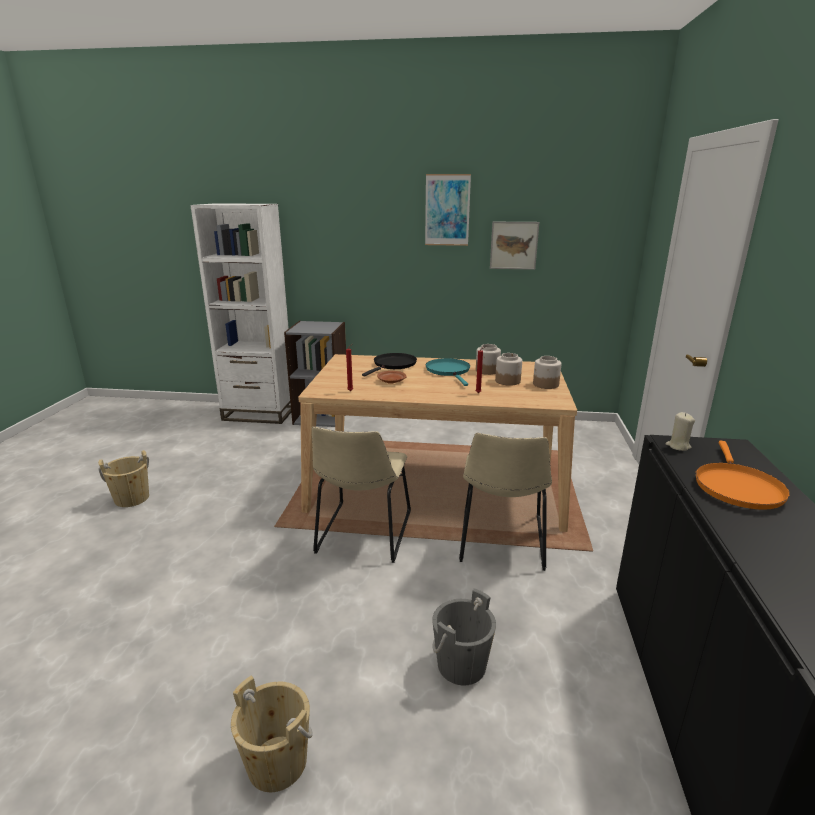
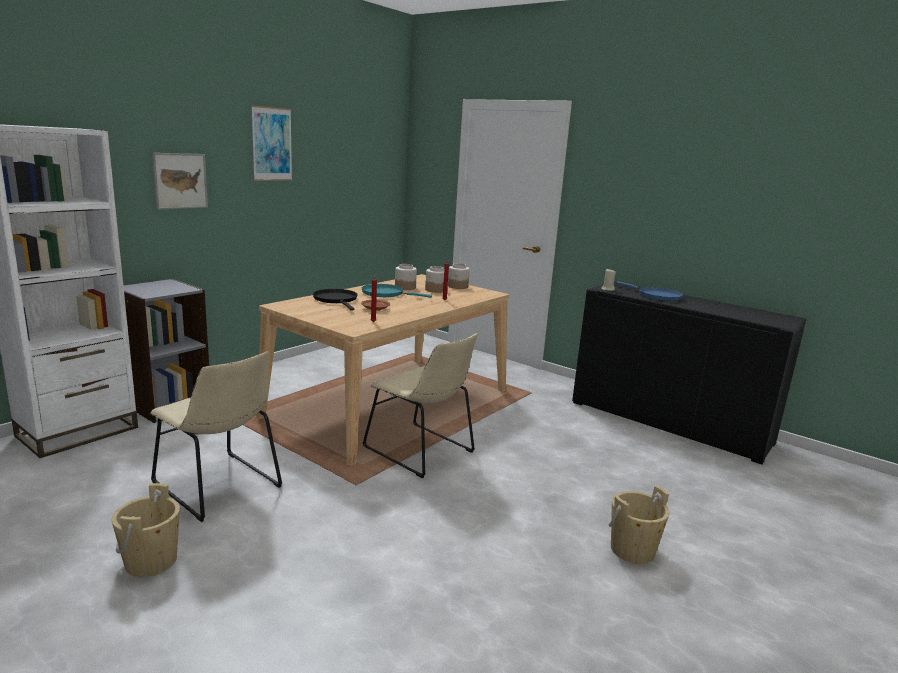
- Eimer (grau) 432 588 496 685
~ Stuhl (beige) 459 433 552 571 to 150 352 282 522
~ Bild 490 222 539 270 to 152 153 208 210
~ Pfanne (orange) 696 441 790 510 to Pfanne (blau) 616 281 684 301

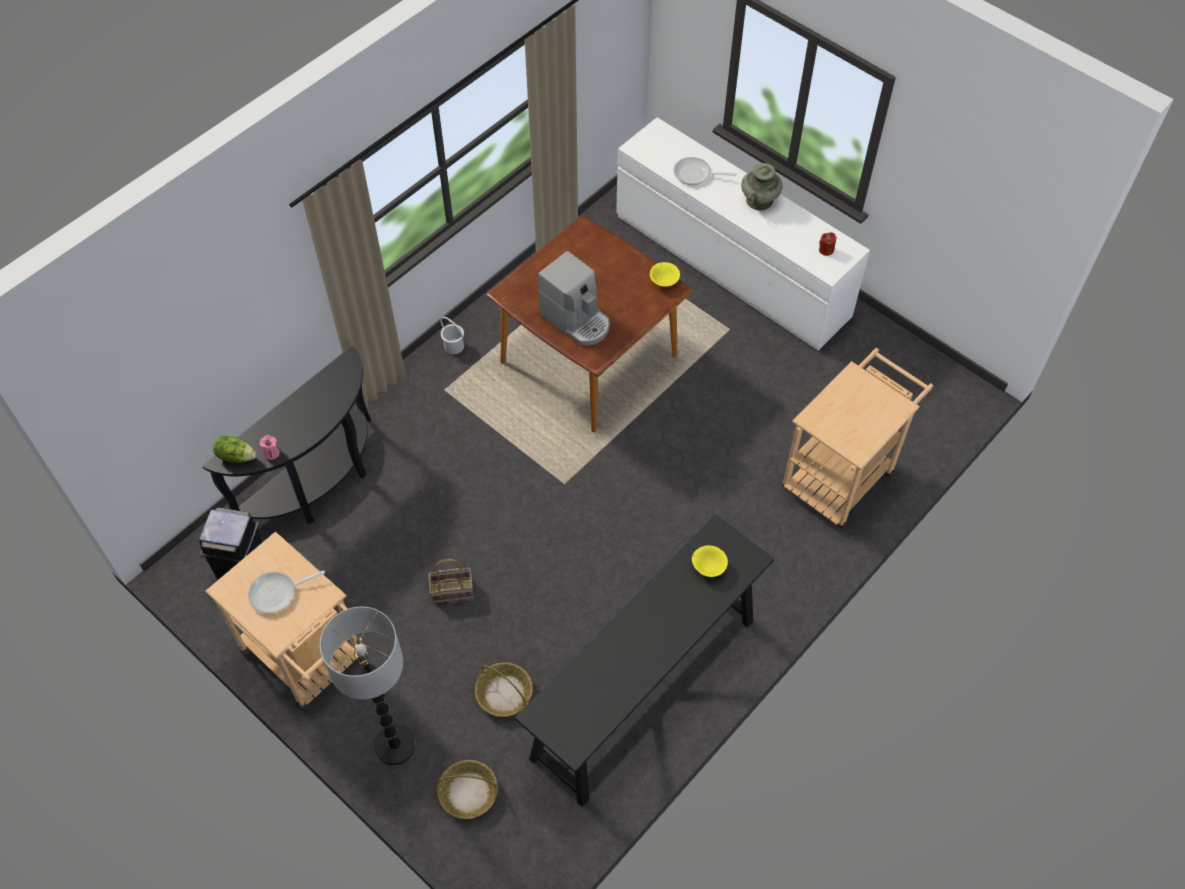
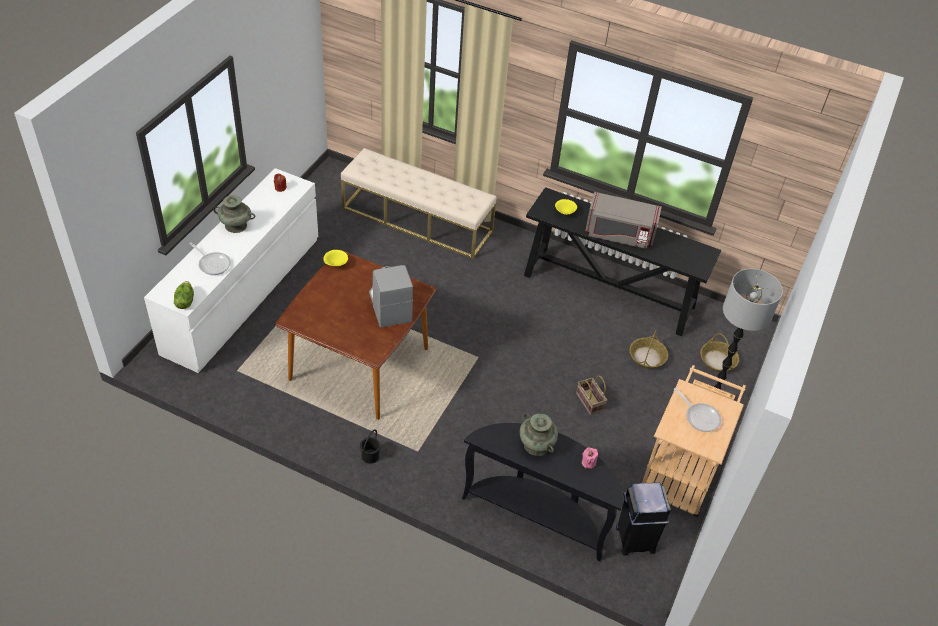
+ Vase (türkis) 520 413 558 456
+ Mikrowelle (grau) 585 192 662 249
~ Salatkopf 213 436 256 463 to 174 281 194 309
~ Rollwagen (beige) 782 348 933 529 to Bank (beige) 341 148 497 259
~ Eimer (weiß) 440 317 464 354 to Eimer (schwarz) 360 429 381 464
~ Kaffeemaschine 538 251 610 345 = 369 265 413 328 45 degrees counterclockwise
~ Pfanne 674 157 737 185 = 189 242 231 275 45 degrees counterclockwise

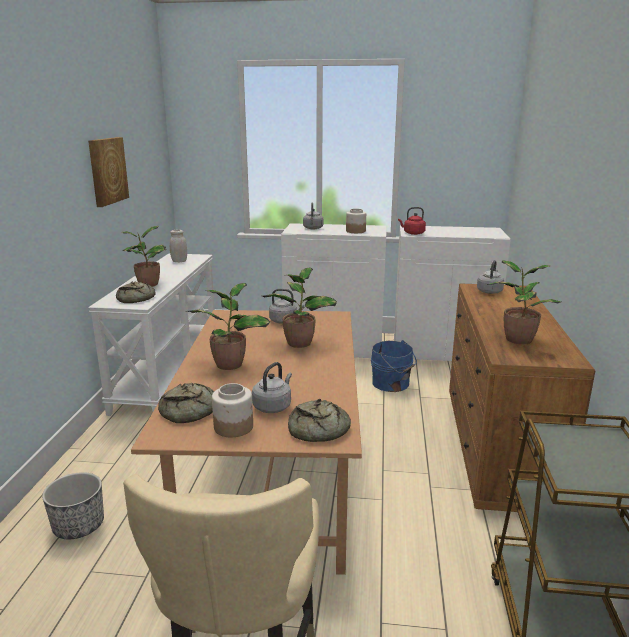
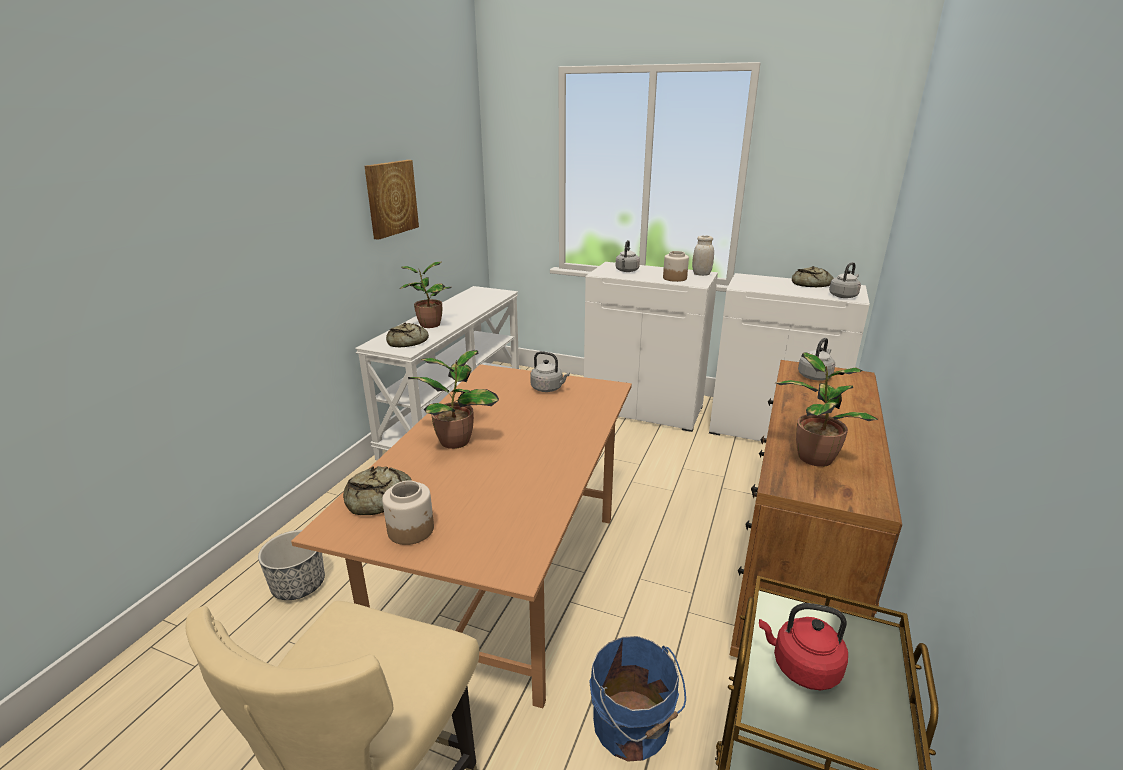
- Topfpflanze 263 268 337 348
~ Vorratsglas (weiß) 170 230 187 262 to 692 236 714 276
~ Wasserkessel (grau) 252 362 292 413 to 829 262 861 298
~ Brot 288 399 351 442 to 792 266 834 287
~ Eimer (blau) 371 340 417 392 to 589 636 686 762
~ Wasserkessel (rot) 398 207 426 235 to 759 603 848 690

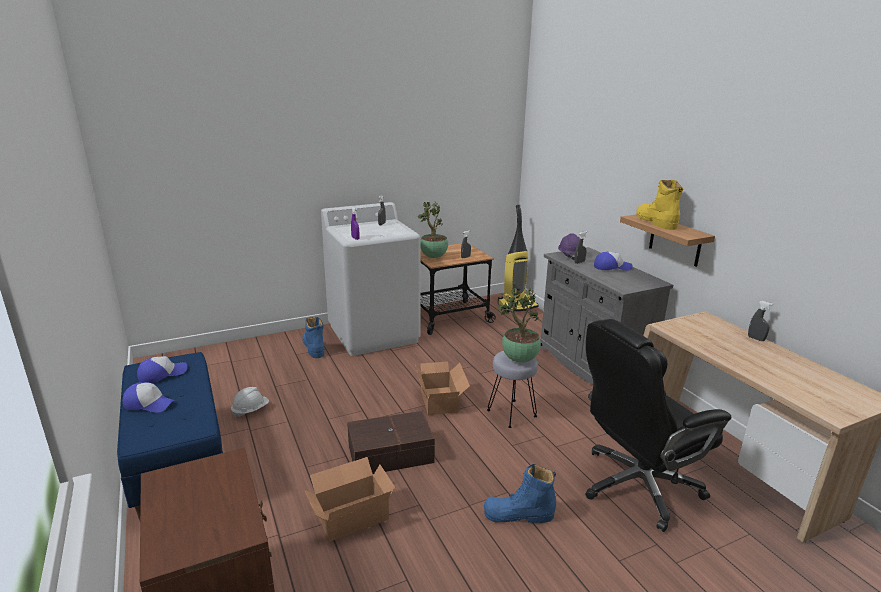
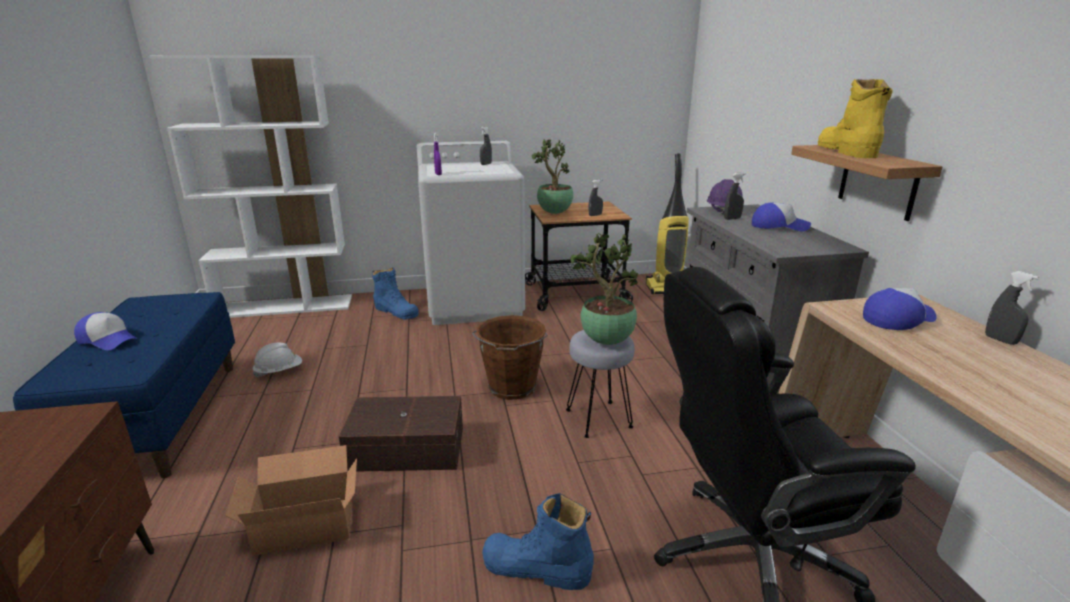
+ Bücherregal (weiß) 149 55 352 318
~ Kappe 137 356 187 383 to 863 288 937 330
~ Karton 415 361 470 415 to Eimer (braun) 472 315 548 400
~ Stiefel (blau) 303 317 325 358 = 372 267 419 320 135 degrees clockwise

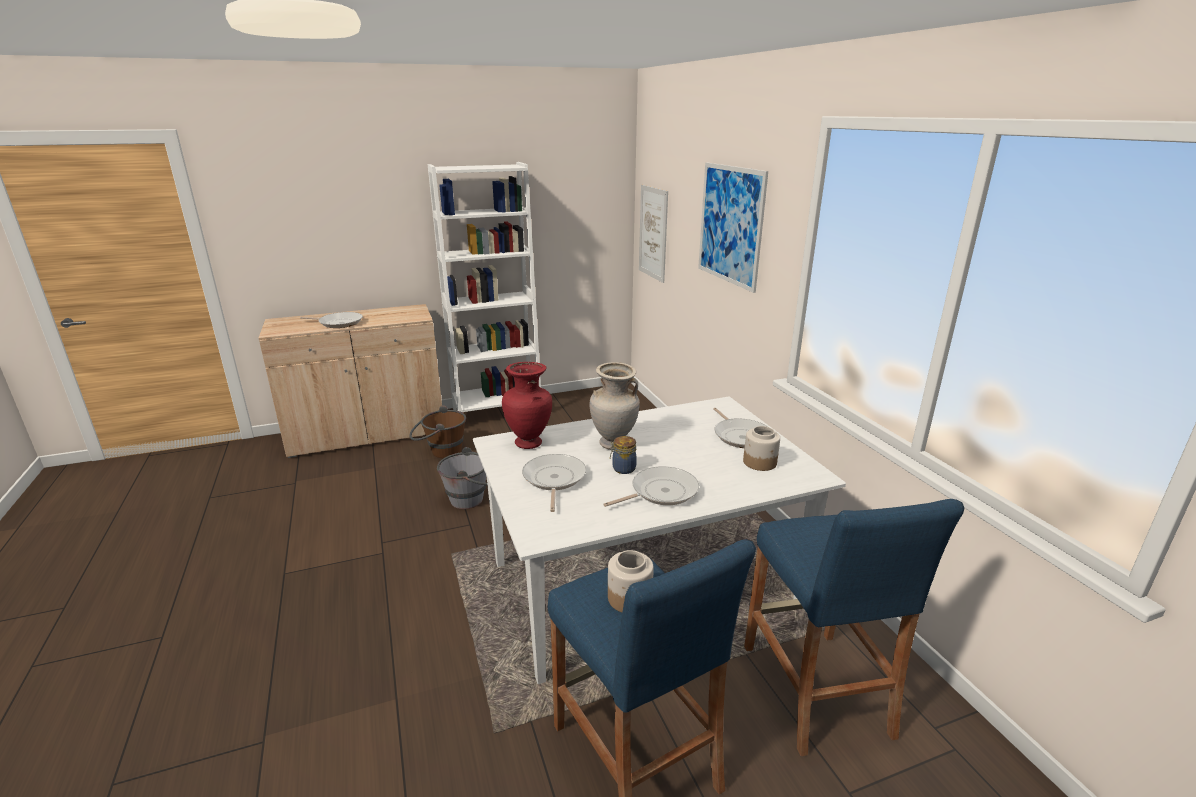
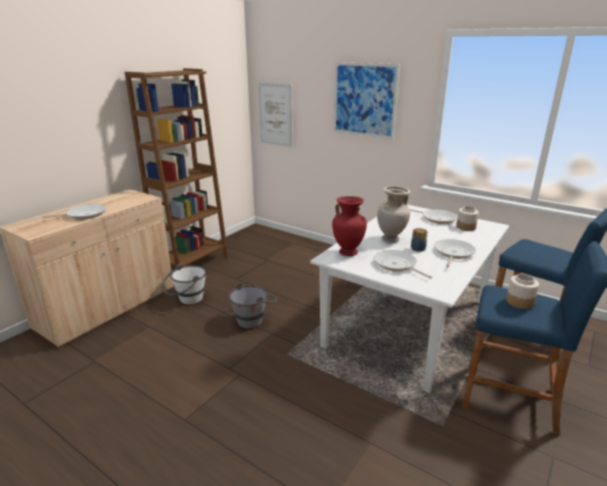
~ Eimer (braun) 409 405 466 458 to Eimer (weiß) 162 264 207 304
~ Bücherregal (weiß) 428 162 541 412 to Bücherregal (braun) 125 68 228 269

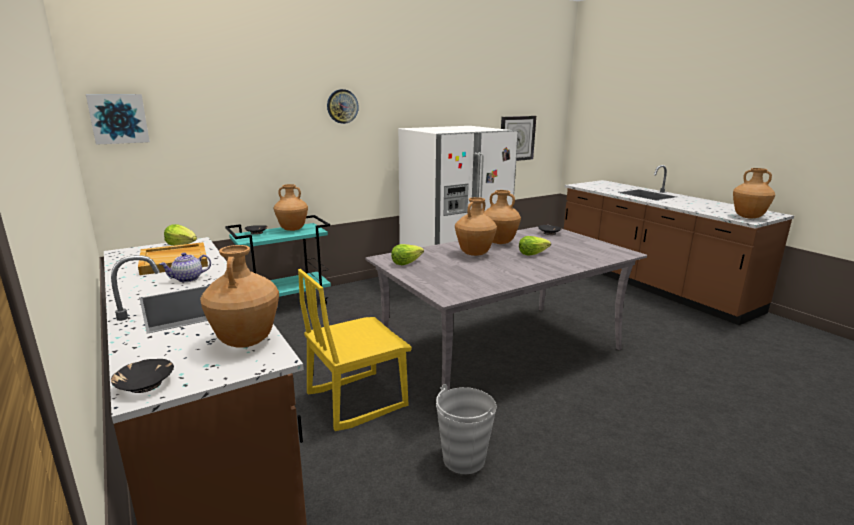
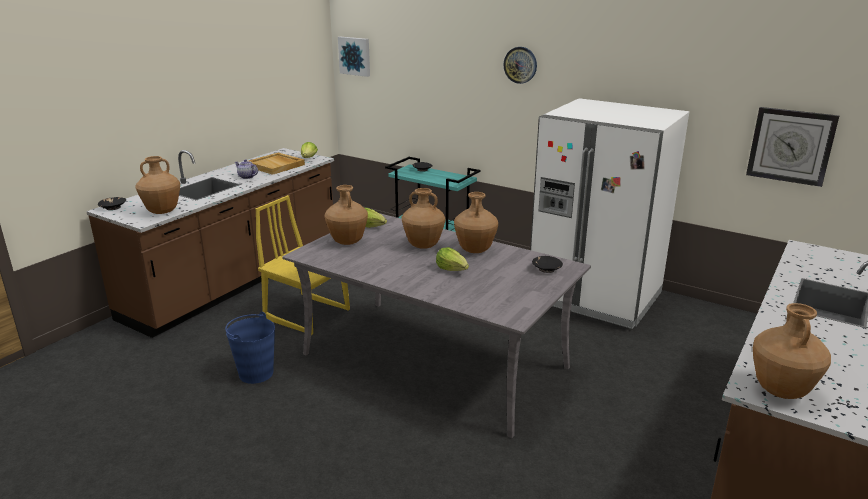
~ Vase (braun) 273 184 308 231 to 324 185 368 245
~ Eimer (grau) 436 384 496 474 to Eimer (blau) 225 312 275 384

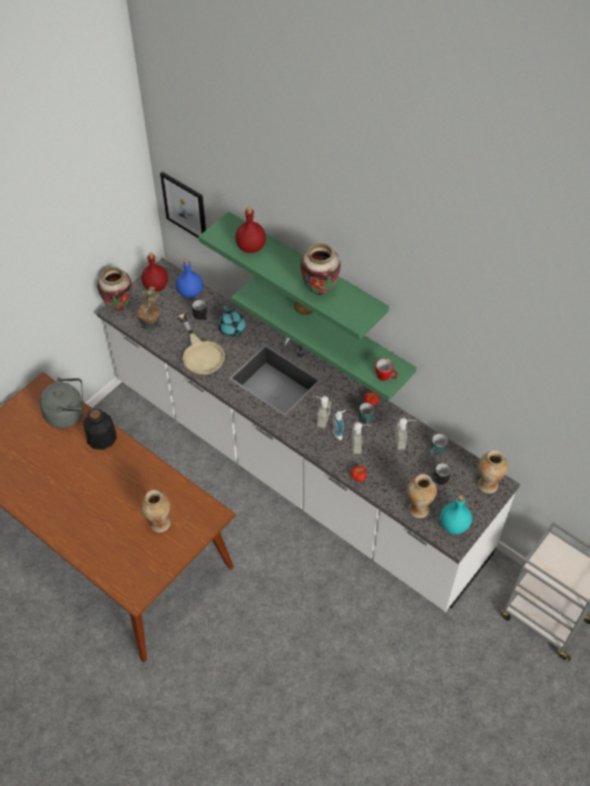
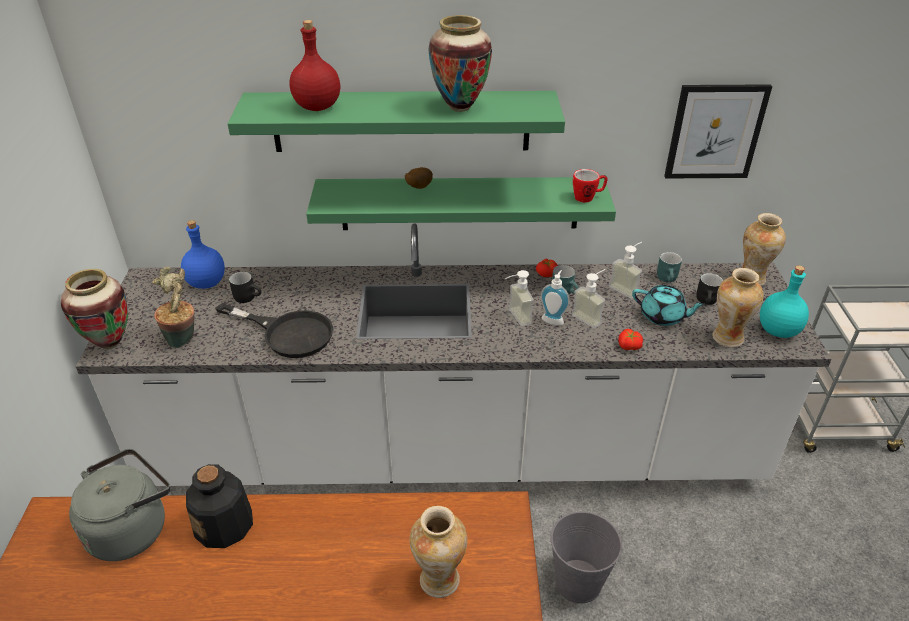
- Flasche (rot) 141 253 168 292
+ Eimer (grau) 550 511 622 603
~ Bild 160 172 206 239 to 664 84 772 179
~ Teekanne (türkis) 218 306 246 337 to 632 285 706 326
~ Pfanne (beige) 179 314 225 375 to Pfanne (schwarz) 216 303 333 358

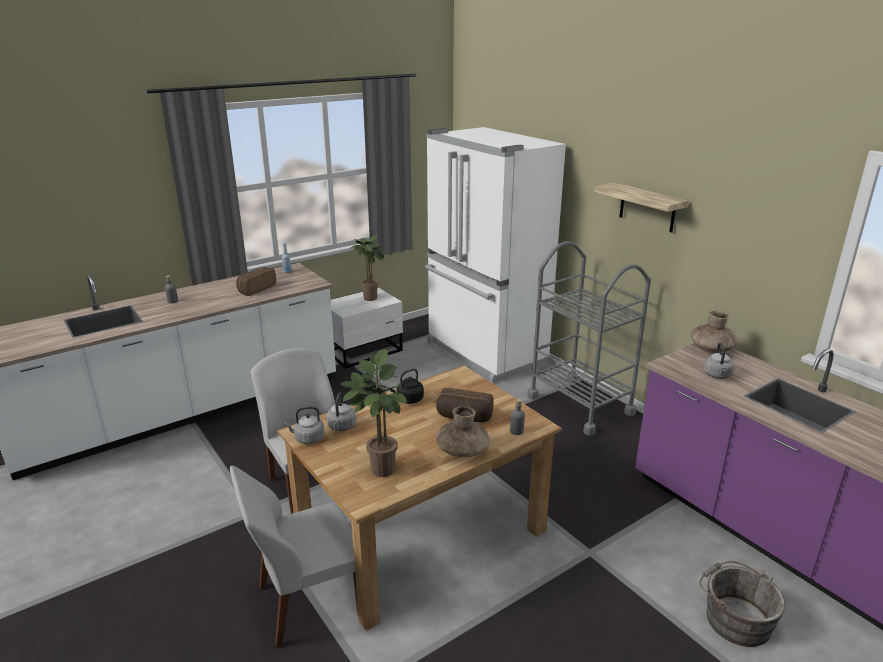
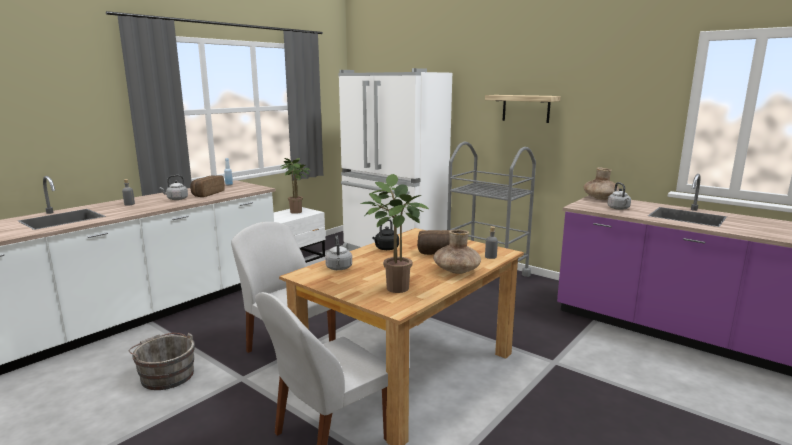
~ Wasserkessel (grau) 284 406 325 444 to 159 175 188 200
~ Eimer (grau) 699 561 786 647 to 129 333 195 390

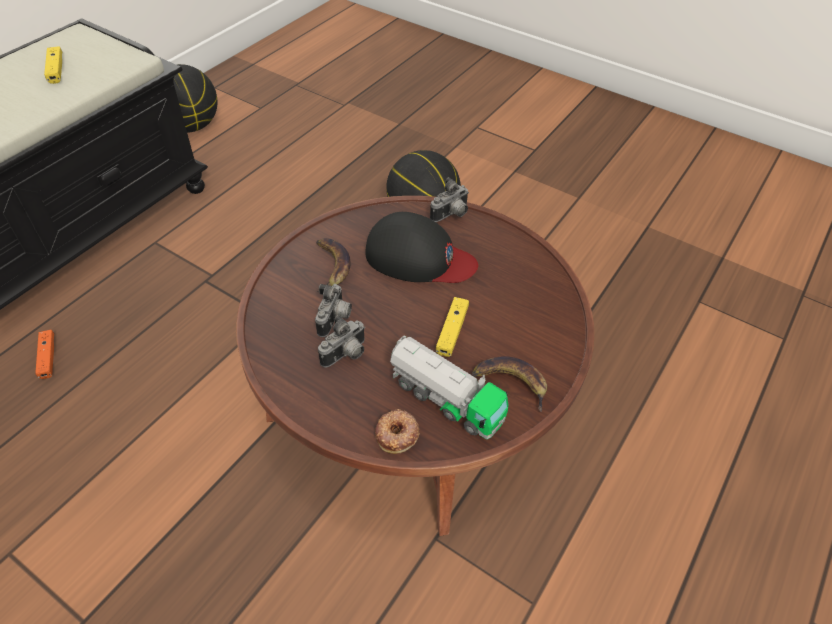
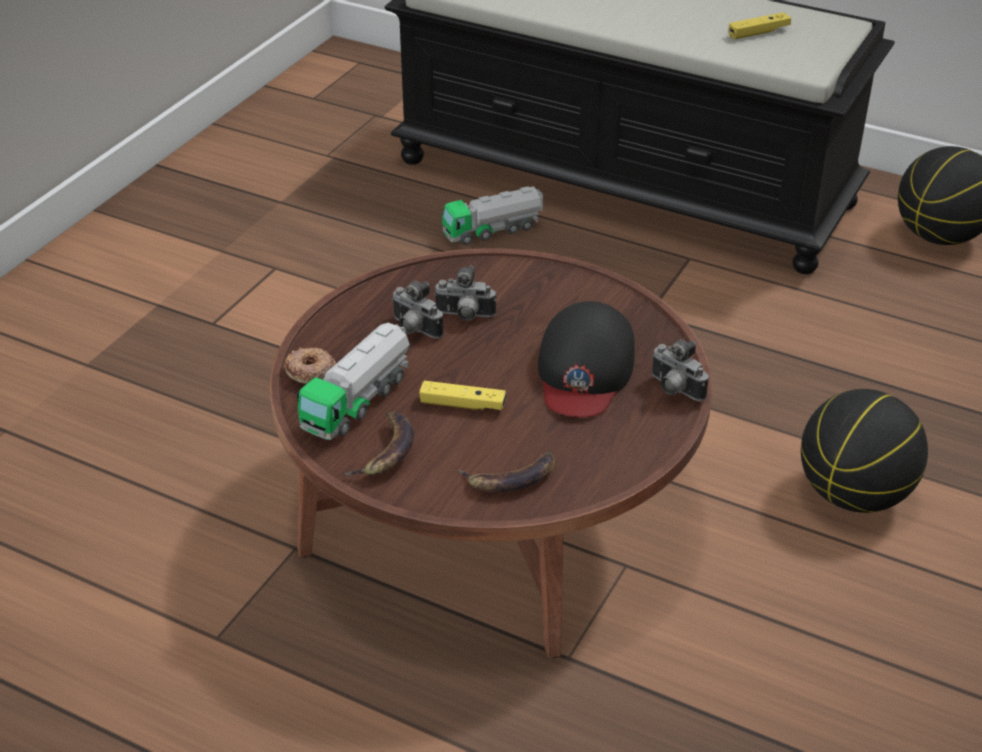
~ Banane 316 238 351 292 to 459 451 555 492
~ Gamepad (orange) 35 330 54 379 to Spielzeuglaster 442 186 543 245

